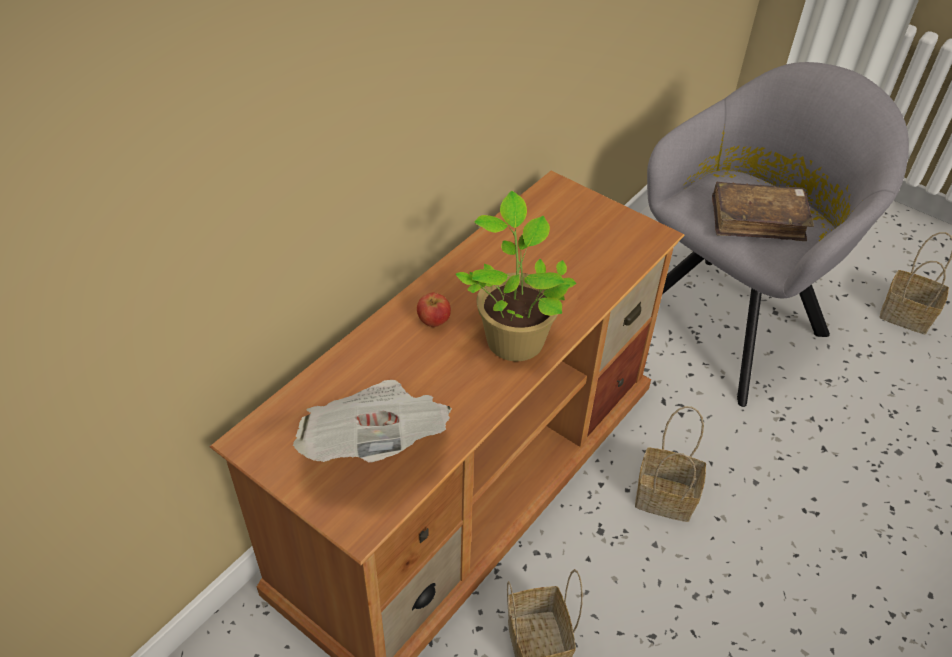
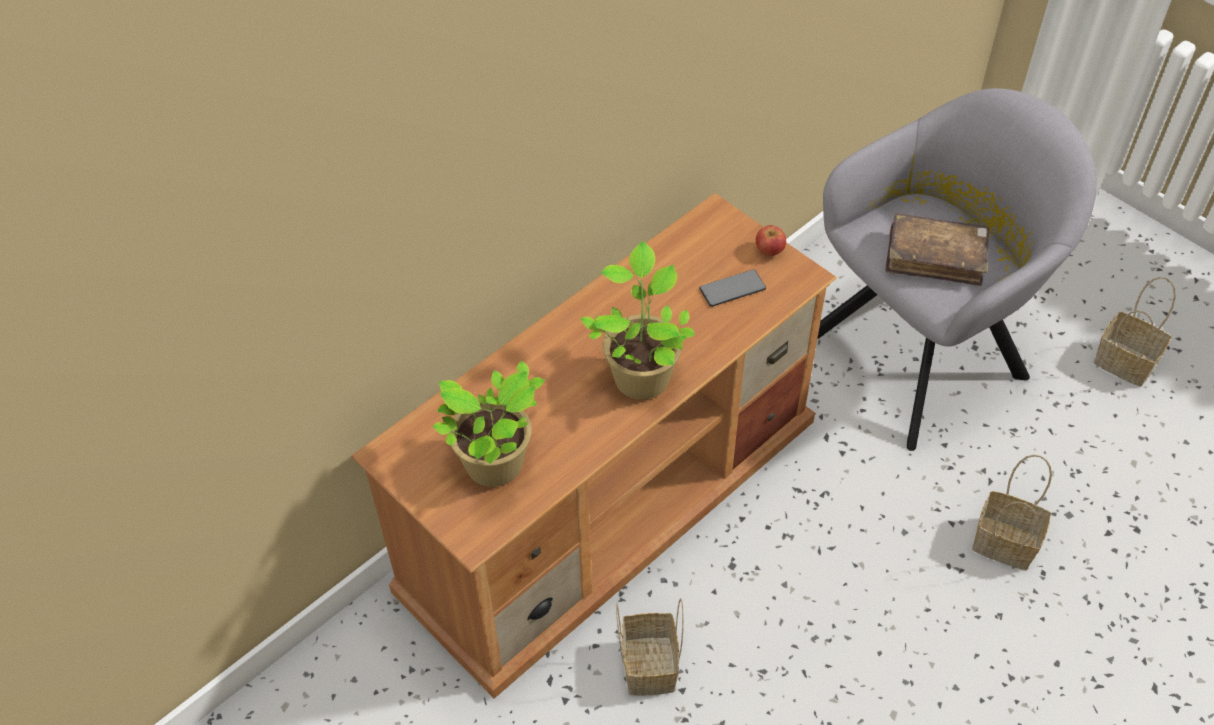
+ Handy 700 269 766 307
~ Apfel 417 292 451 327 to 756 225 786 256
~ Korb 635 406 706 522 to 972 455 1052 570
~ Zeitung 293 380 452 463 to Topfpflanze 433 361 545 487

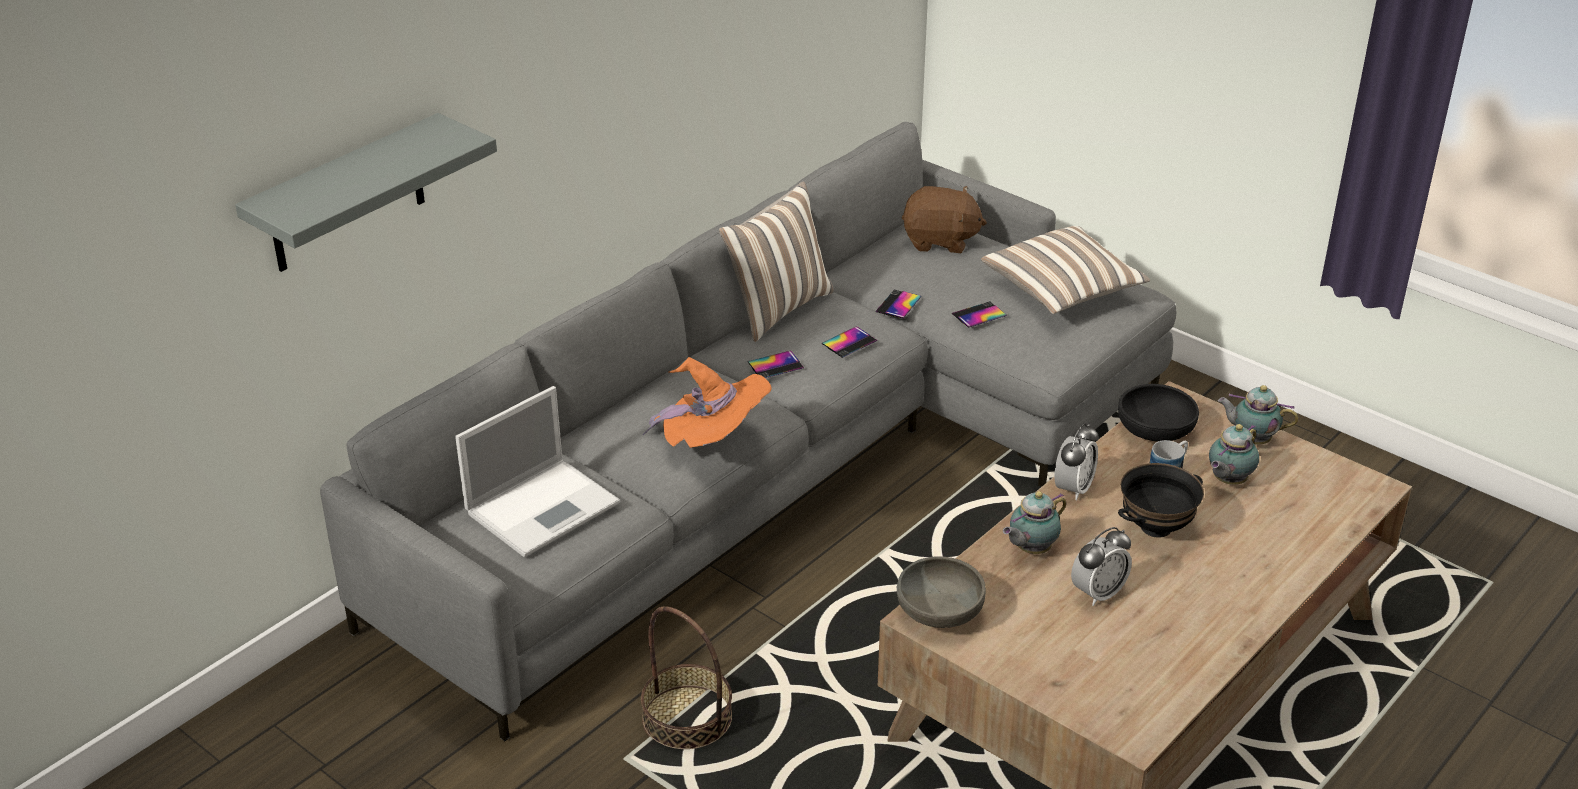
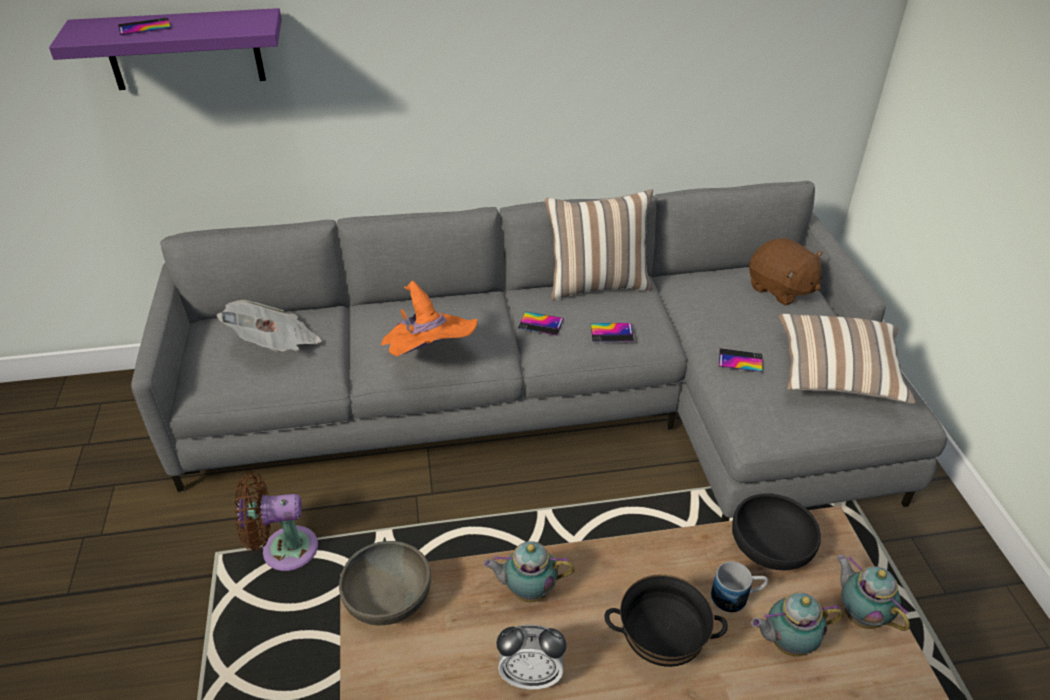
- Wecker 1054 423 1099 500
~ Handy 875 290 922 318 to 118 18 171 35
~ Laptop 455 386 620 557 to Zeitung 217 300 322 352
~ Korb 641 606 732 749 to Ventilator (braun) 235 473 318 571
~ Wandregal (grau) 235 113 497 272 to Wandregal (lila) 49 8 282 90

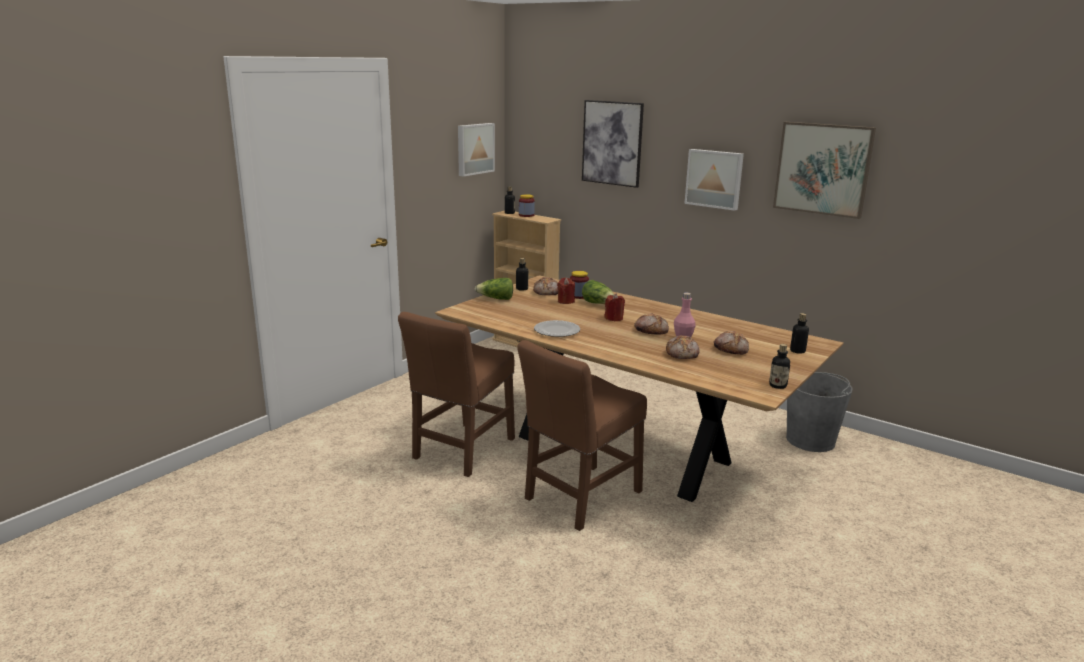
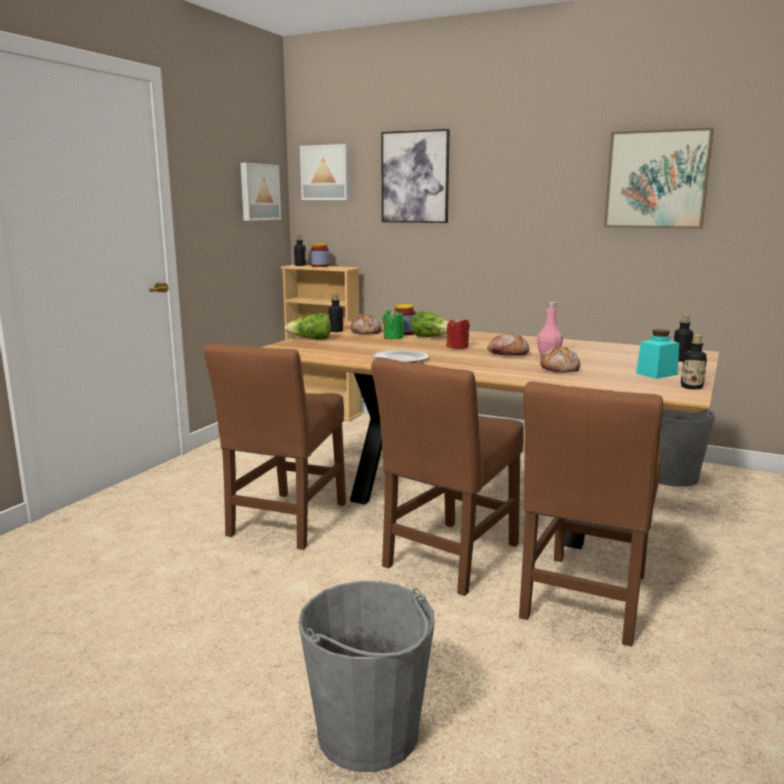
- Brot 714 331 749 354
+ Eimer (grau) 298 581 435 772
+ Stuhl (braun) 519 382 663 646
+ Vorratsglas (türkis) 636 329 679 379
~ Bild 684 149 744 211 to 300 144 350 200
~ Kerze (rot) 557 277 575 304 to Kerze (grün) 382 309 404 340

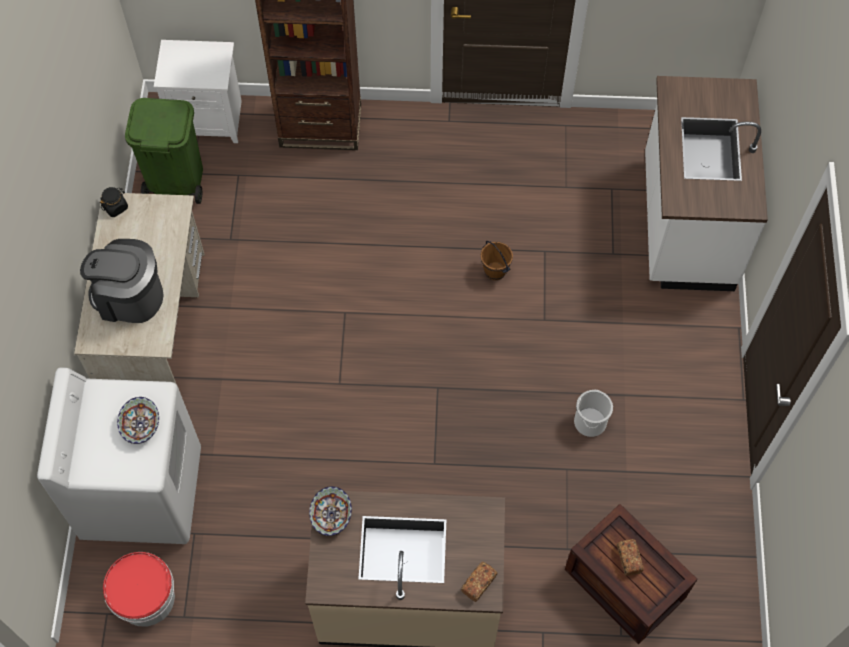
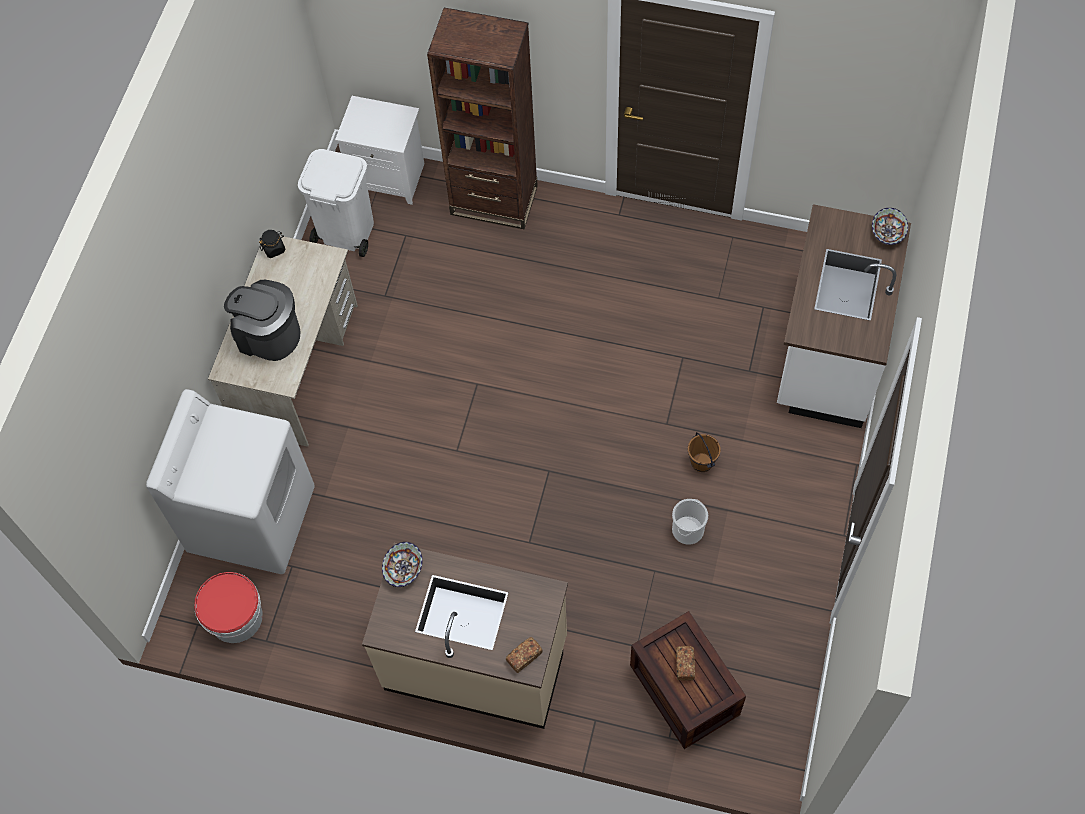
~ Schüssel 117 397 159 444 to 872 208 908 245
~ Eimer (braun) 481 241 513 280 to 688 432 721 472
~ Mülleimer (grün) 125 98 203 204 to Mülleimer (weiß) 298 149 374 257

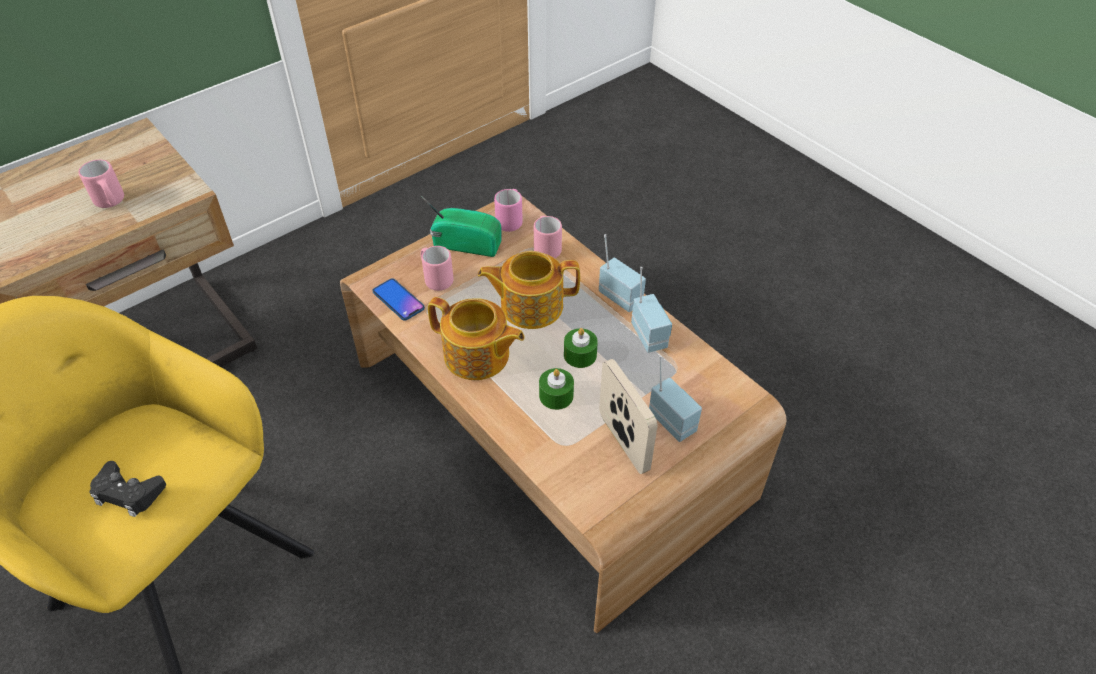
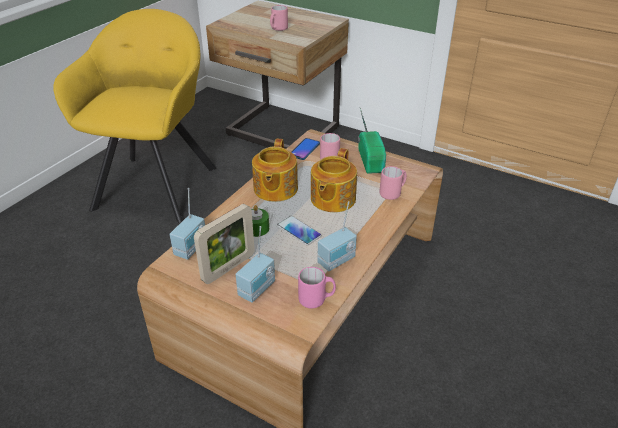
- Gamepad (schwarz) 89 461 166 517
~ Henkelbecher (rosa) 494 189 523 232 to 298 267 336 308
~ Radio 599 234 646 312 to 169 188 205 260
~ Kerze (grün) 564 328 598 368 to Handy 277 216 322 245
~ Teekanne 478 251 580 329 = 311 148 357 212 135 degrees counterclockwise

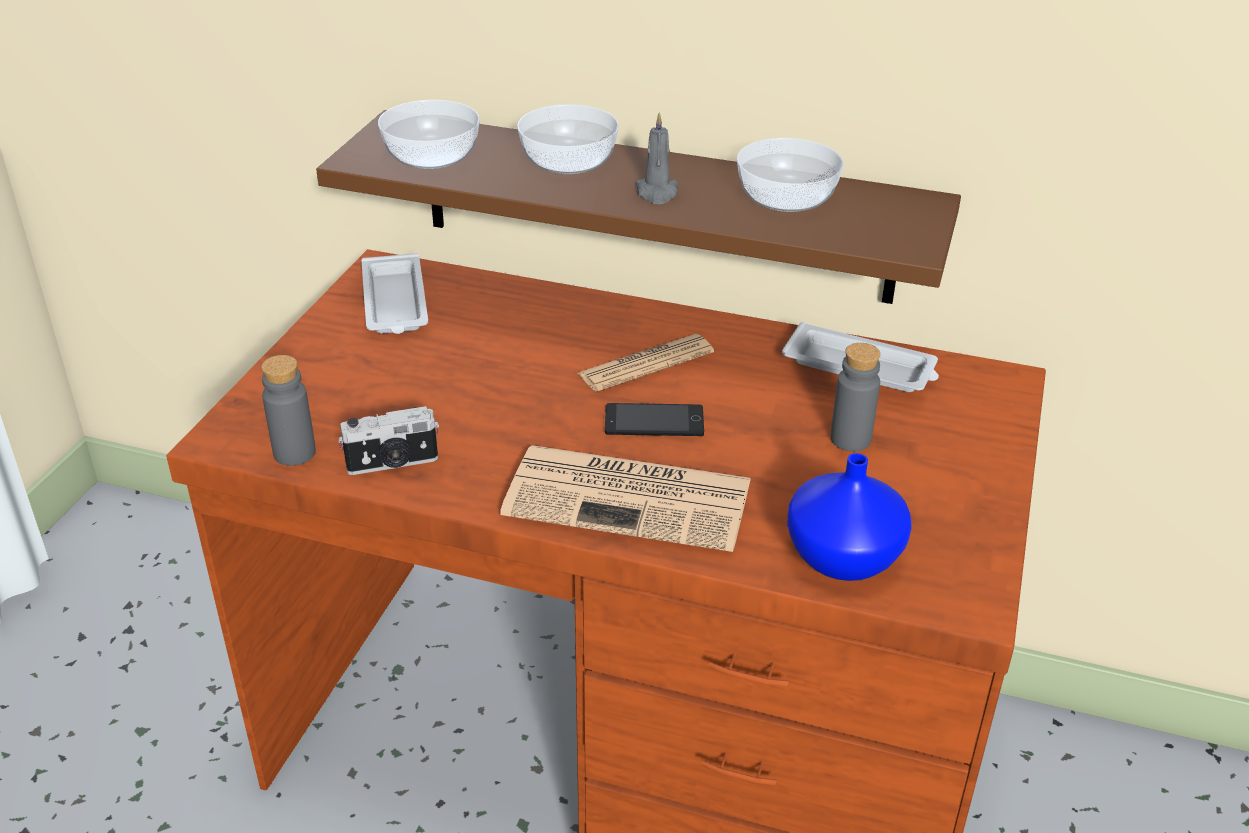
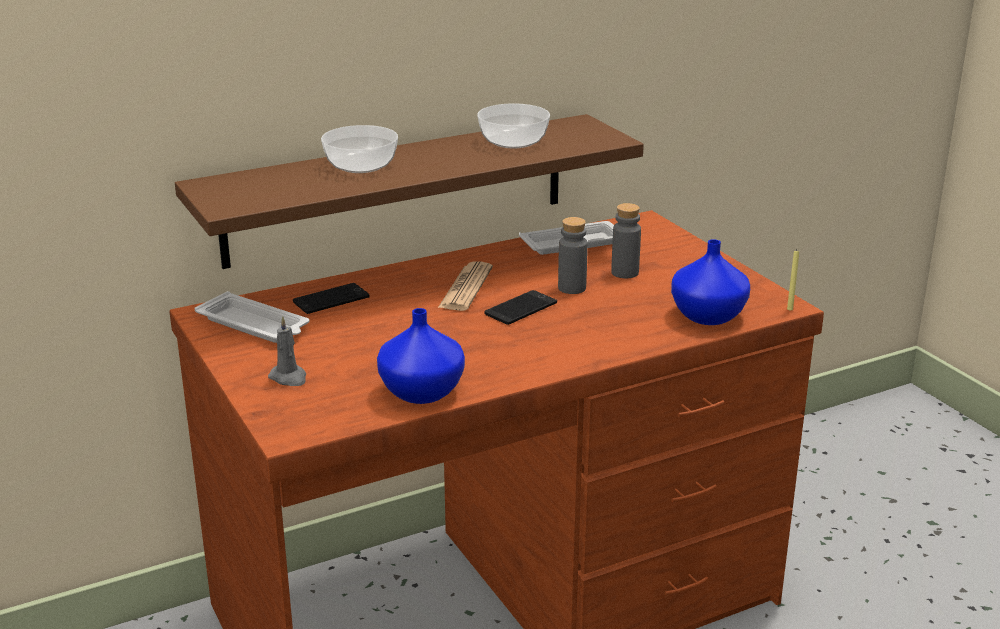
- Schüssel 378 100 480 169
- Zeitung 500 445 751 552
+ Handy 293 283 370 314
+ Kerze (gelb) 787 250 799 311
~ Flasche (grau) 261 355 316 466 to 558 217 588 294
~ Kerze (grau) 636 112 678 204 to 268 316 306 386
~ Kamera 338 406 439 475 to Vase (blau) 377 308 465 404

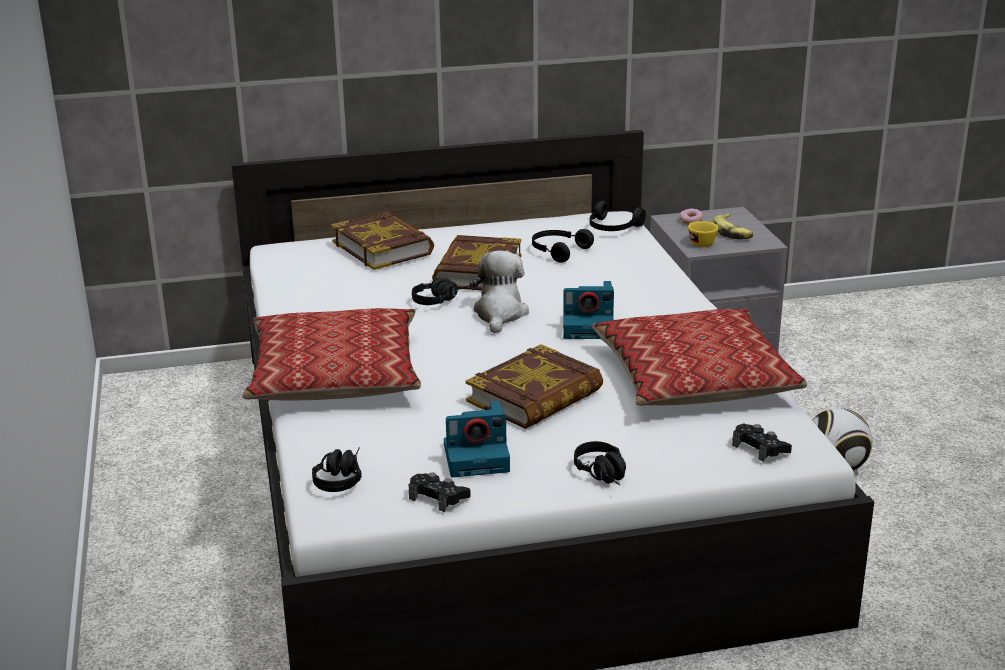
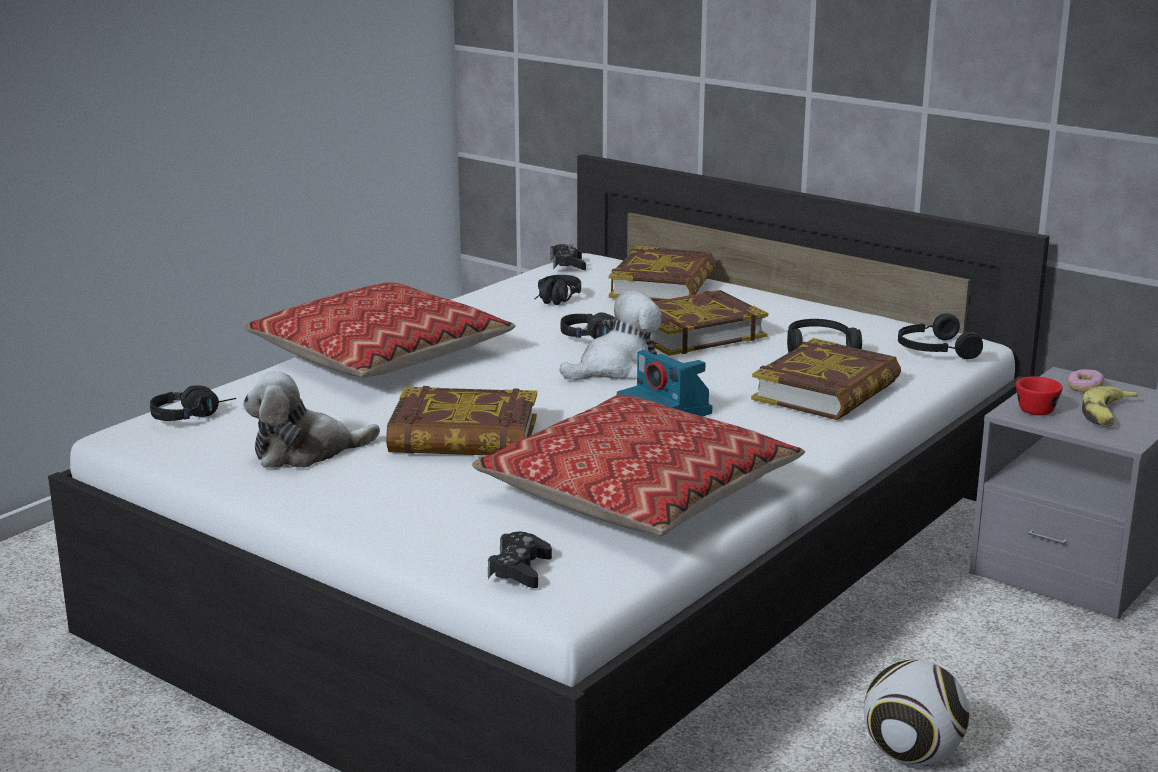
+ Buch 751 338 901 420
~ Gamepad (schwarz) 408 472 471 512 to 550 244 586 270
~ Kopfhörer (schwarz) 574 441 626 485 to 535 275 581 305
~ Kamera 444 401 510 477 to Plüschtier 243 371 380 468
~ Tasse (gelb) 688 221 718 247 to Tasse (rot) 1016 376 1063 415

